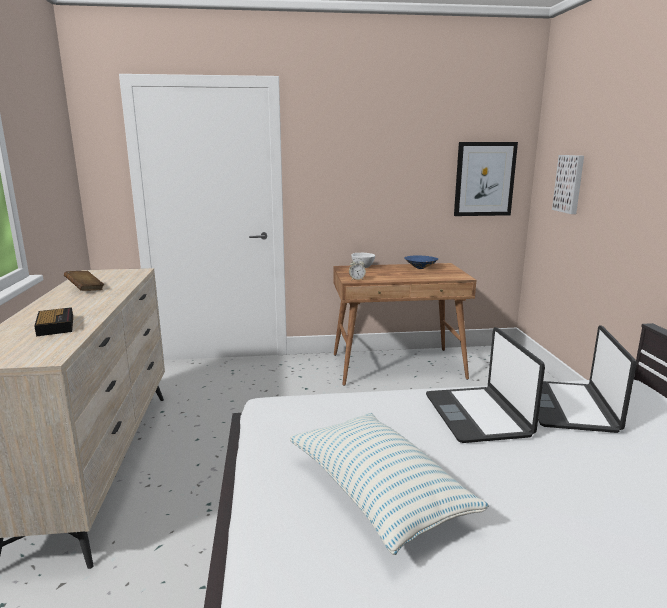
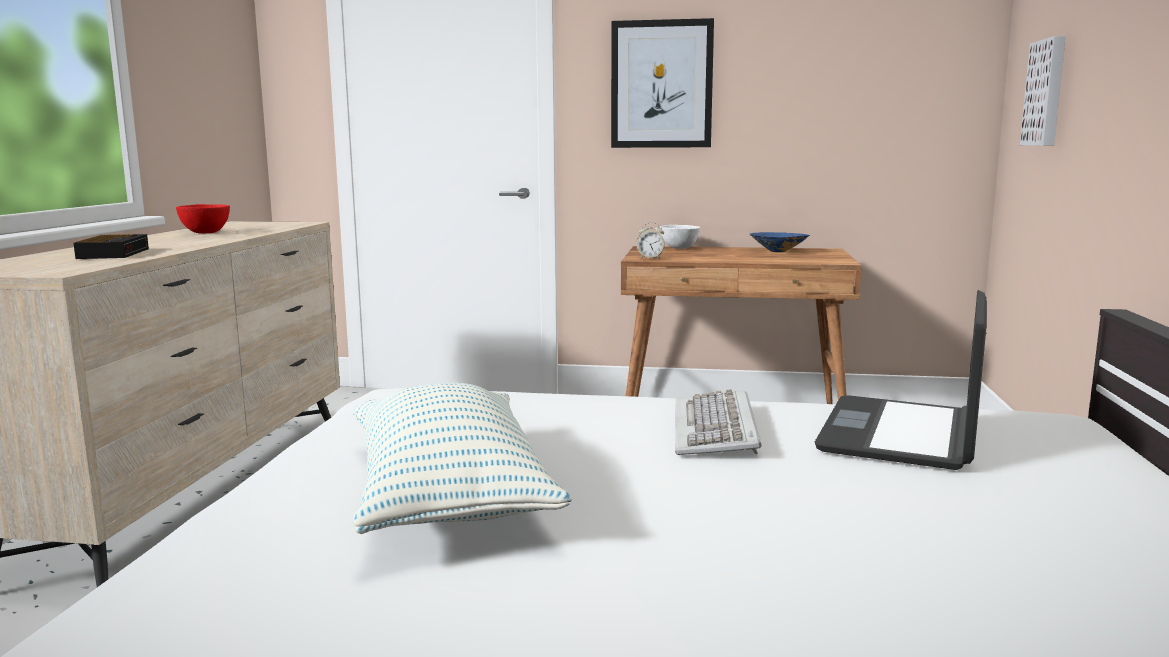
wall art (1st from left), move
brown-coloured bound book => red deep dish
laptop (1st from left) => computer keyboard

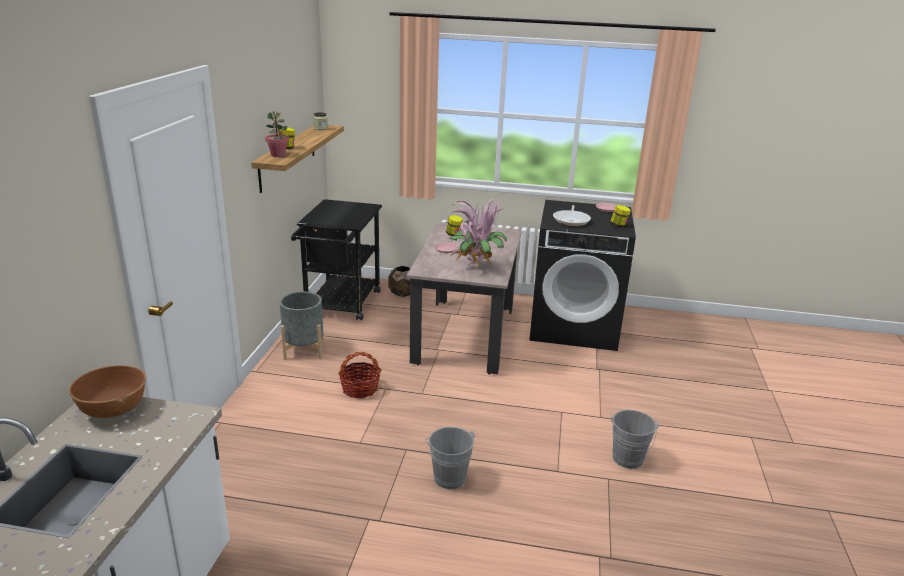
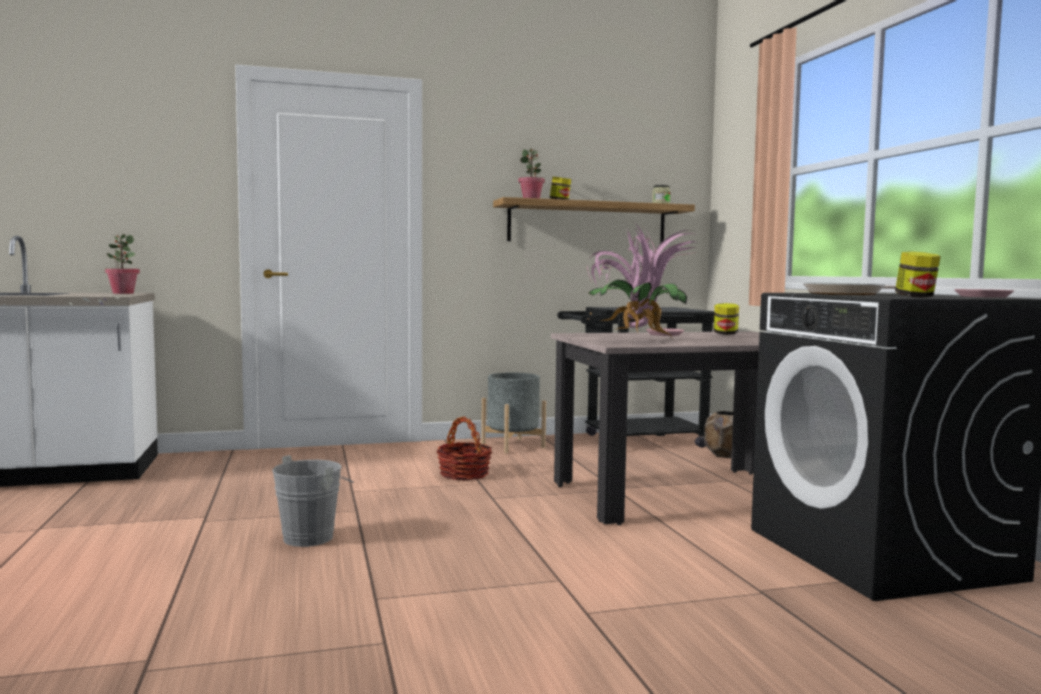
brown-coloured deep dish => potted plant (1st from left)
gray bucket (2nd from left) => nothing

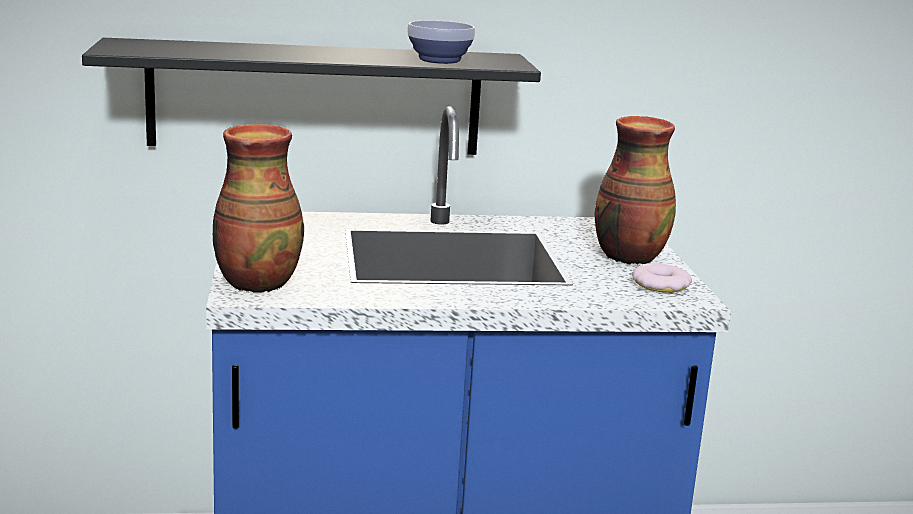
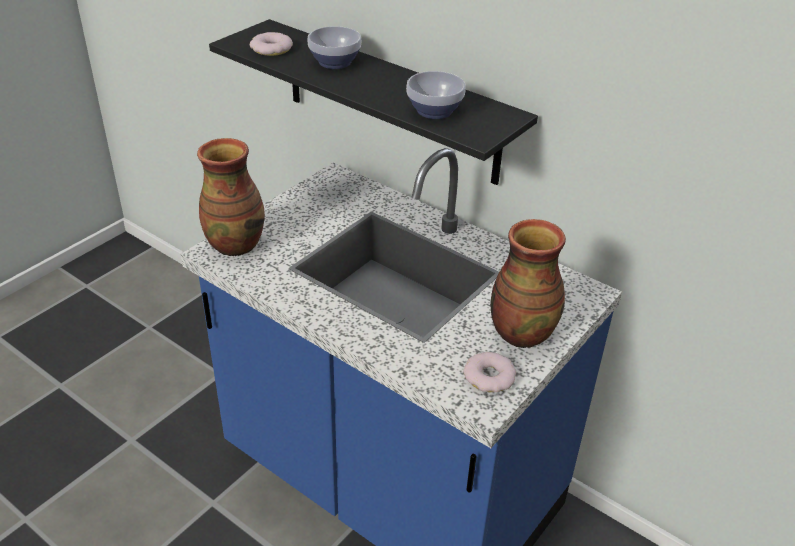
nothing => deep dish (1st from left)
nothing => donut (1st from left)

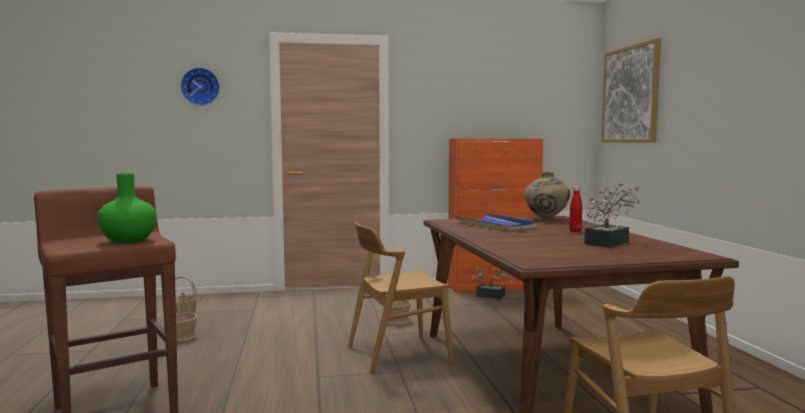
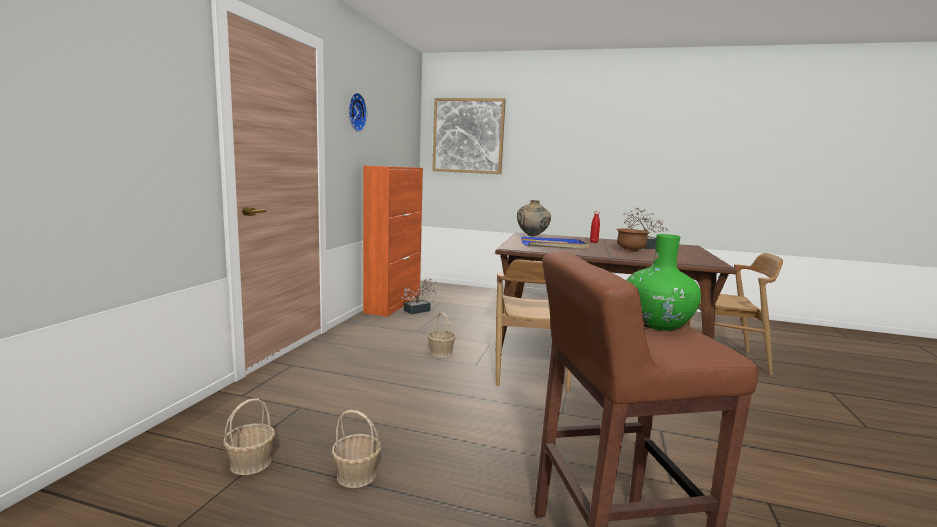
hanging clock, move
nothing => brown-coloured deep dish

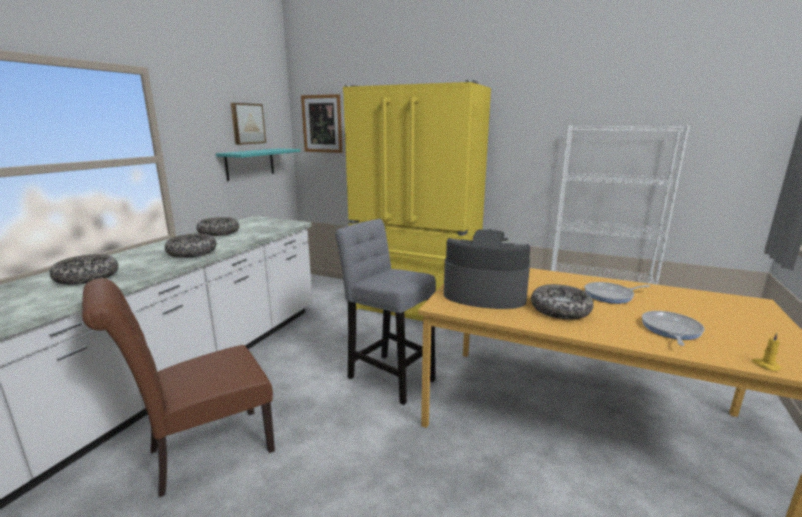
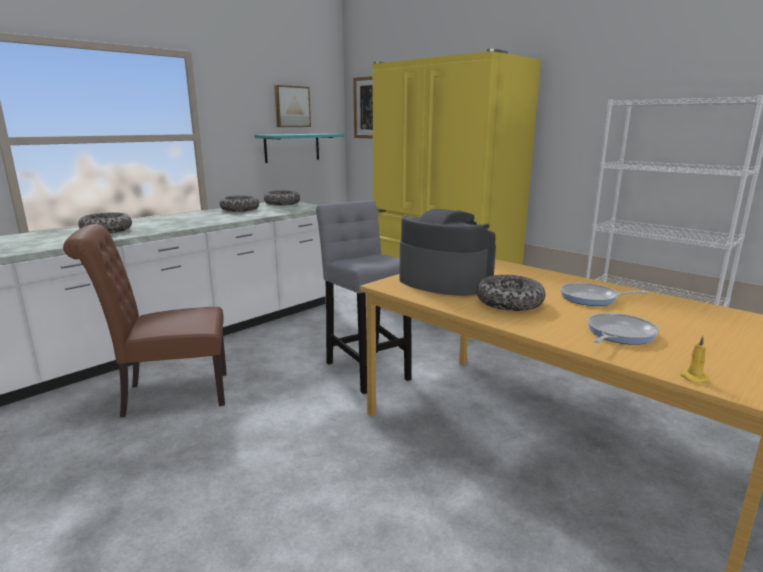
deep dish (2nd from left in the first image) => deep dish (3rd from left), move

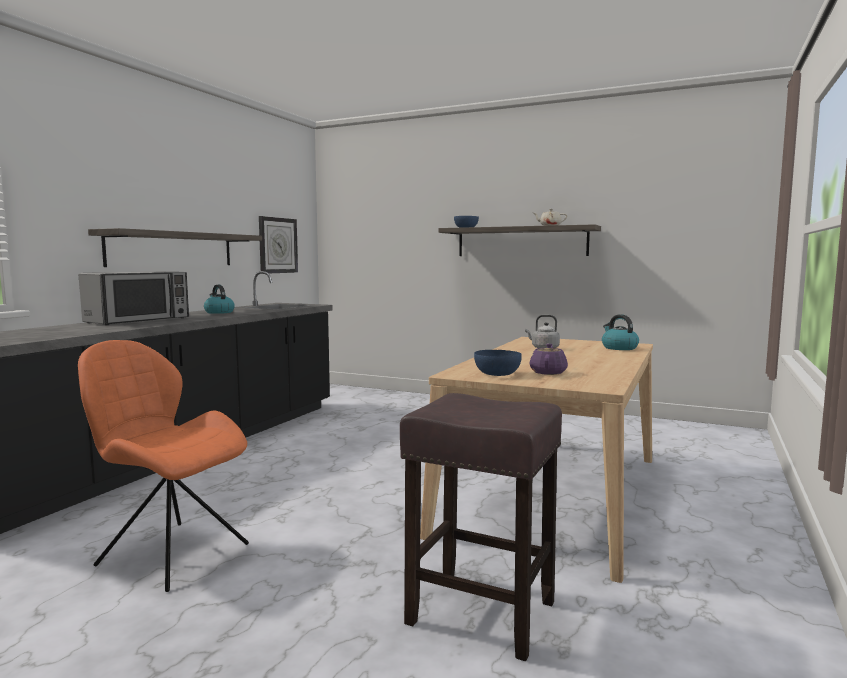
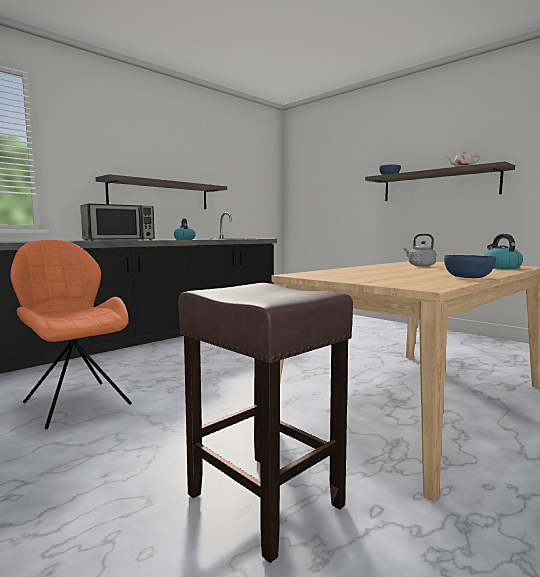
hanging clock => nothing
purplish pot for tea => nothing
blue deep dish (2nd from left), move

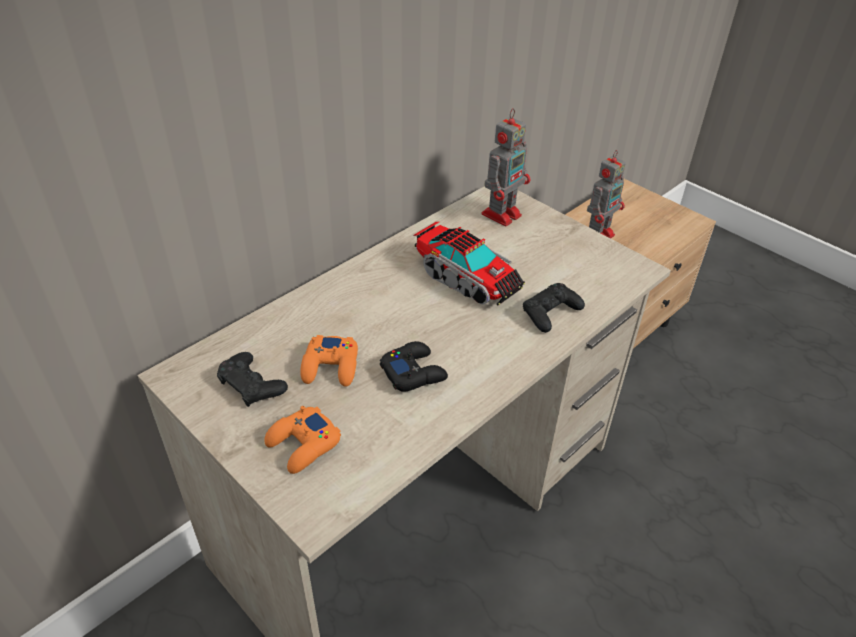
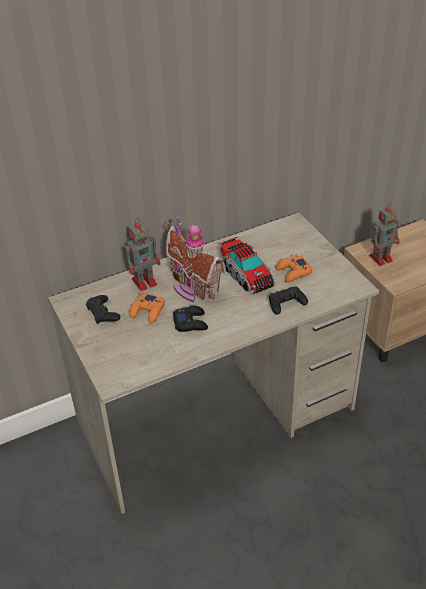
robot figure (1st from left), move
orangey gamepad (1st from left in the first image) => orangey gamepad (2nd from left), move
nothing => model house

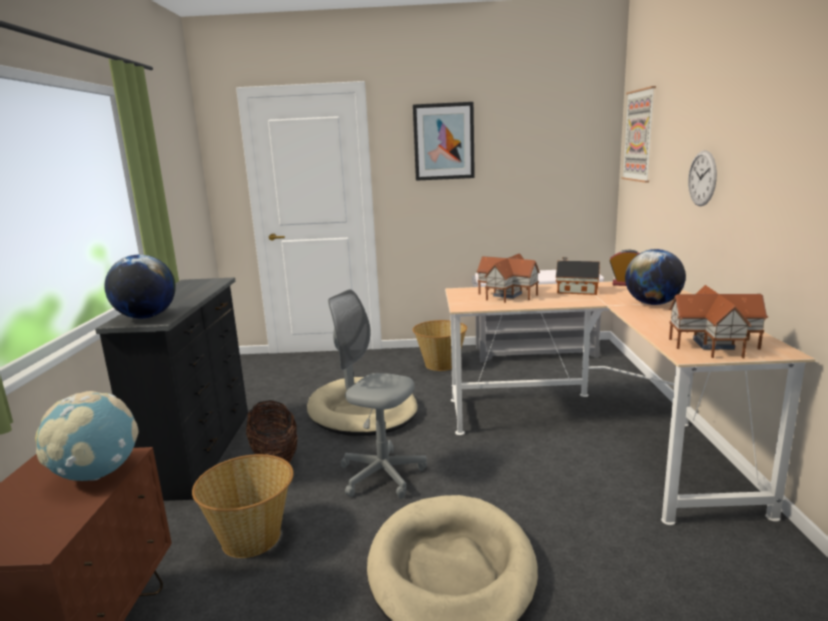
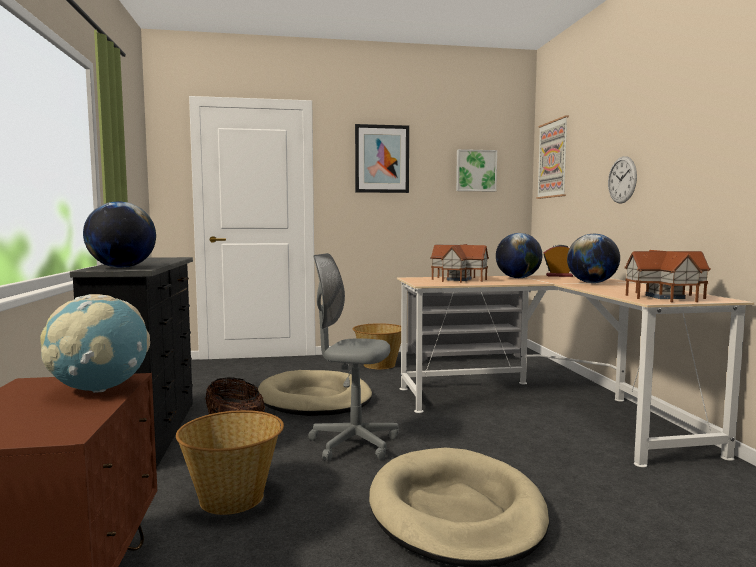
model house (2nd from left) => globe (3rd from left)
nothing => wall art (2nd from left)

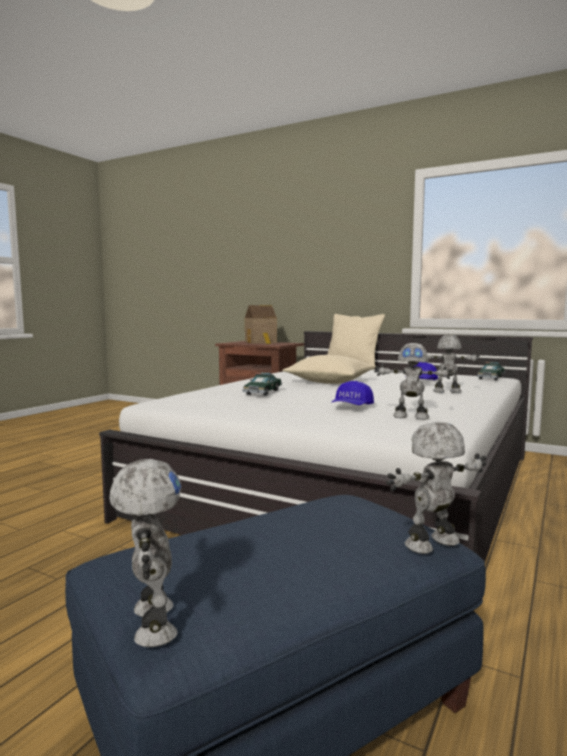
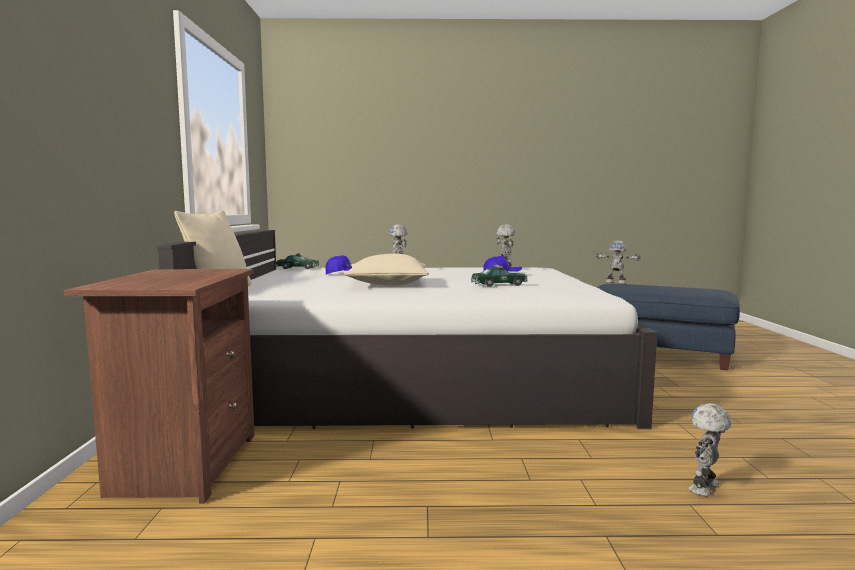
model house => nothing
robot figure (1st from left in the first image) => robot figure (4th from left), move

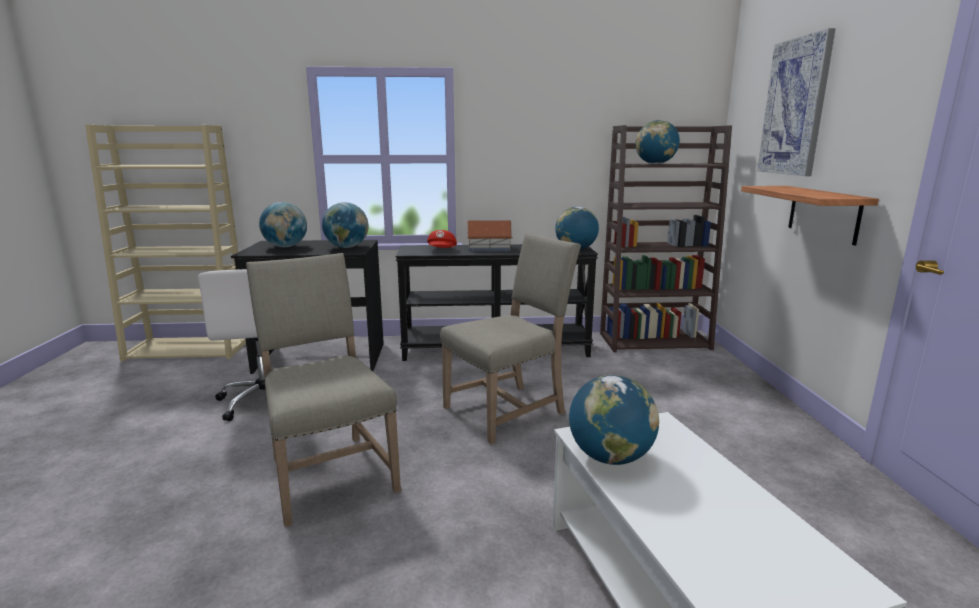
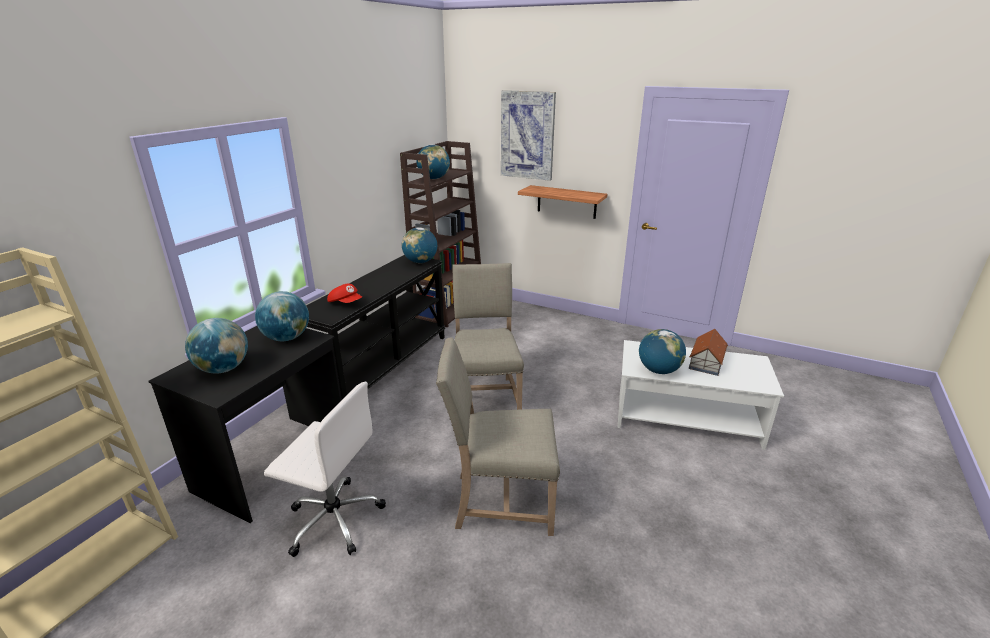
model house, move

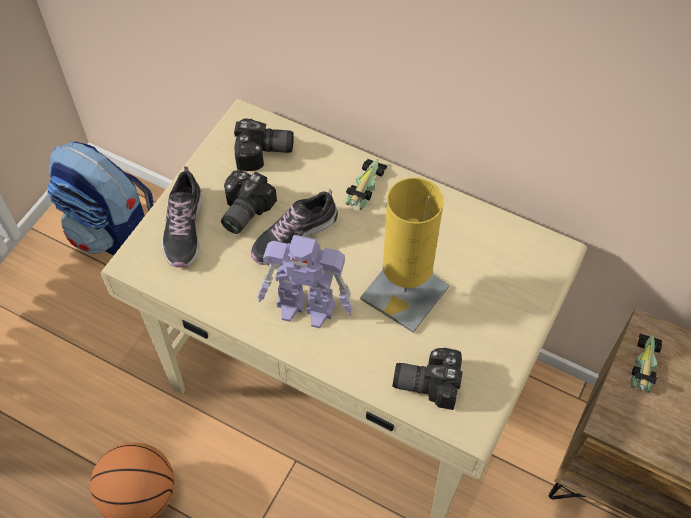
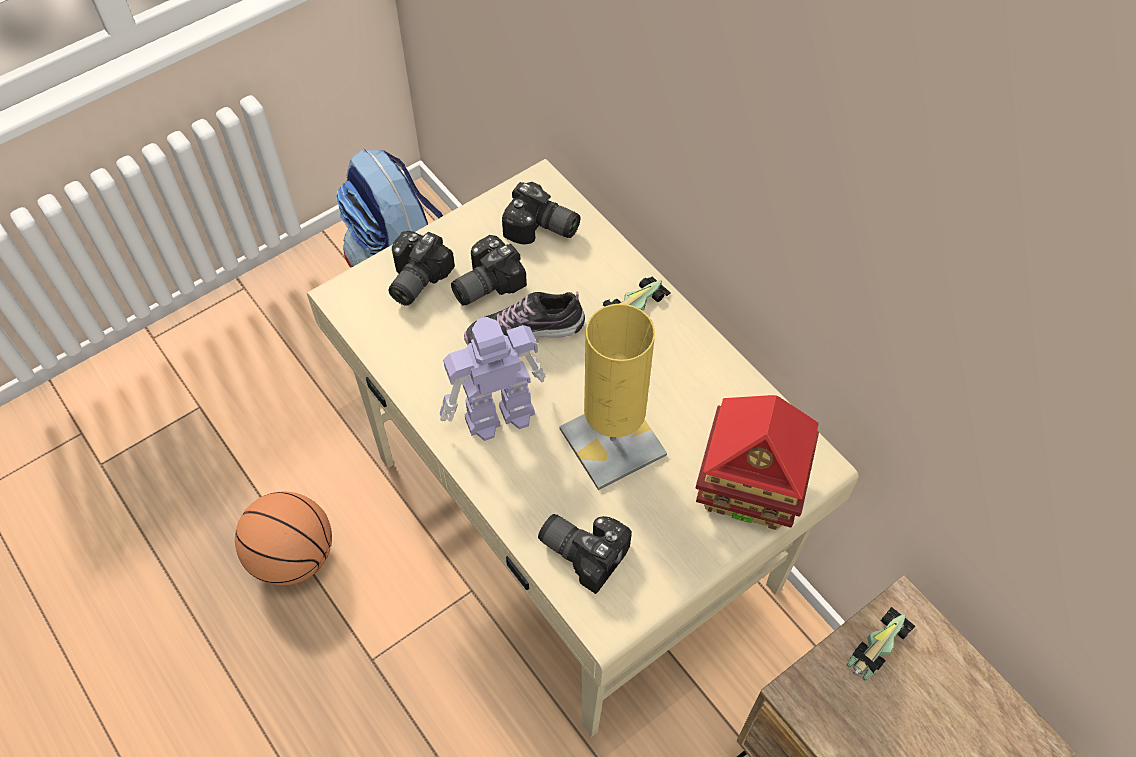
shoe (1st from left) => still camera (1st from left)
robot figure, 120 degrees clockwise
nothing => model house

